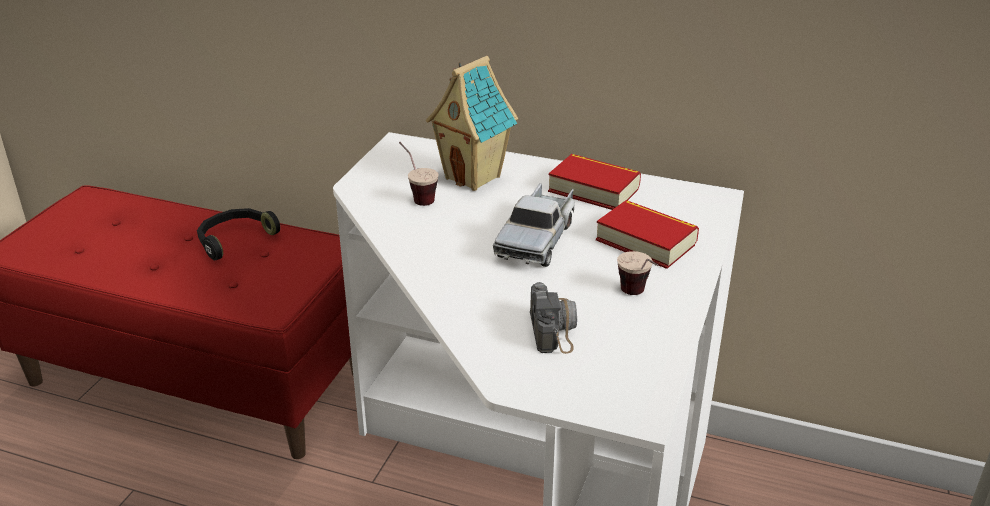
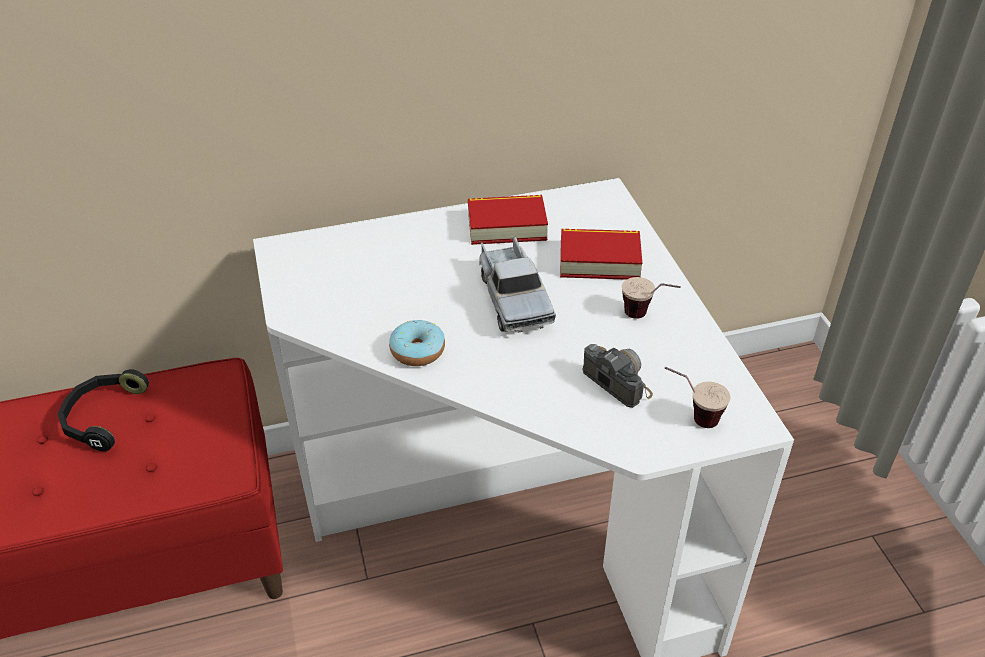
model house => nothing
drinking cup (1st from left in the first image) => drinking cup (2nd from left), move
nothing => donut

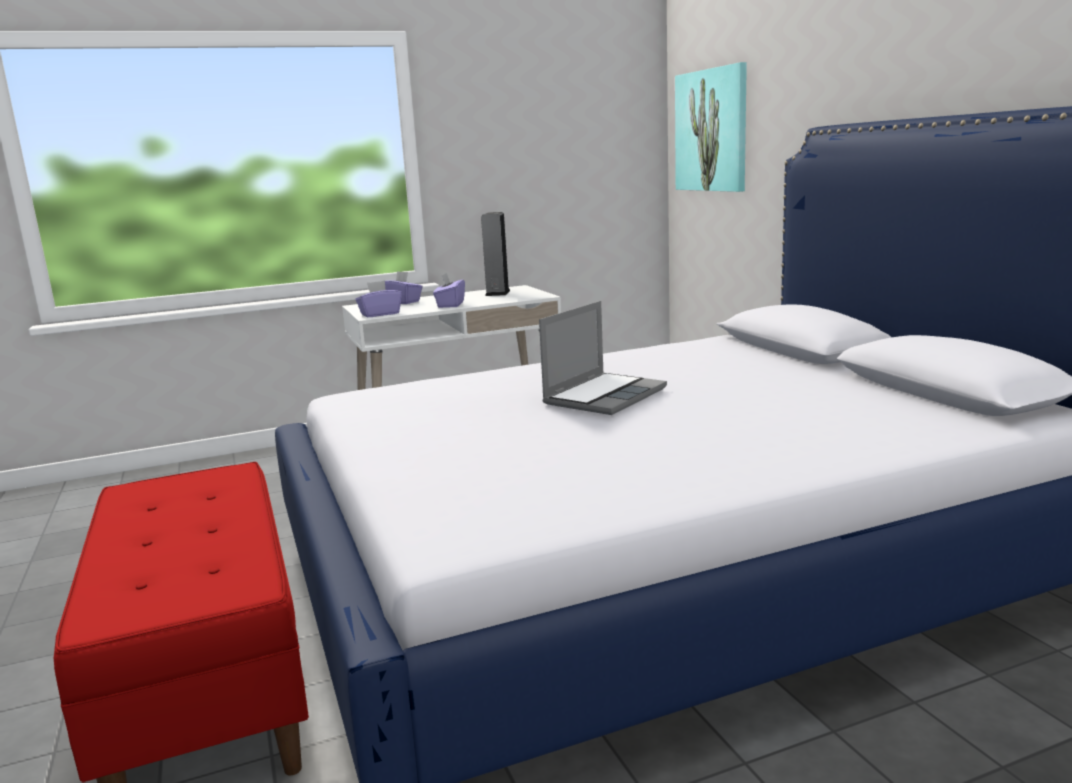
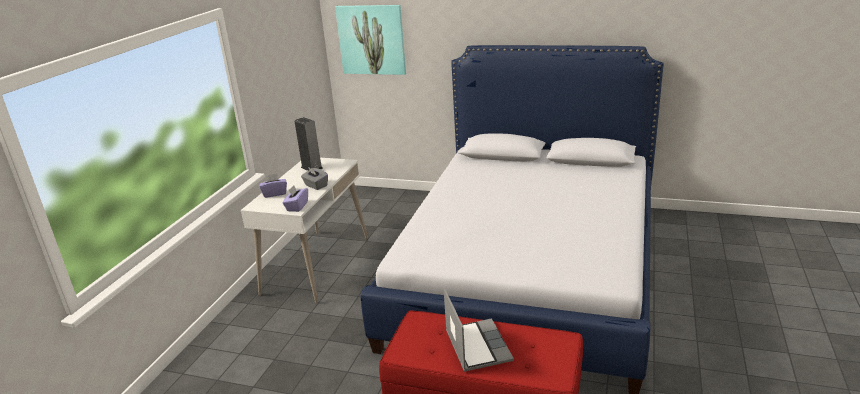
purplish box of tissues (3rd from left) => gray box of tissues
laptop, move

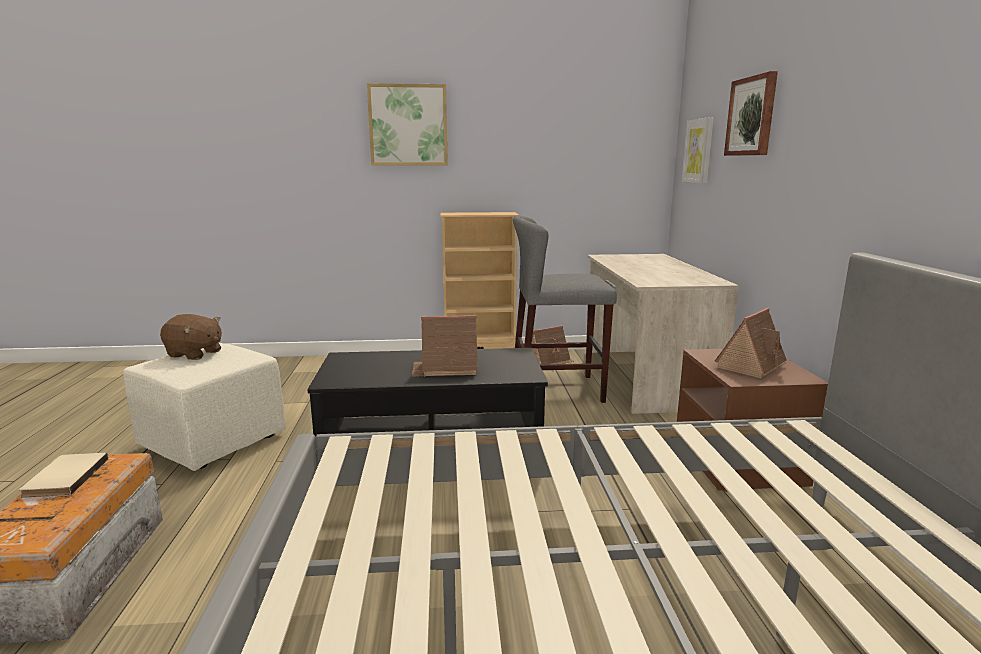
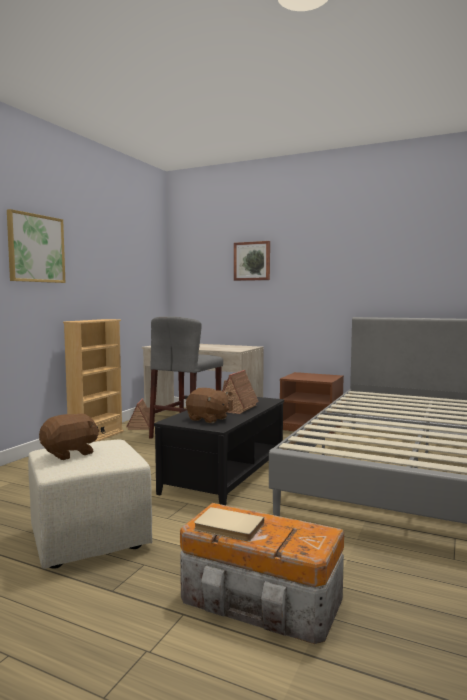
wall art (2nd from left) => nothing
model house (3rd from left) => nothing
nothing => brown-coloured cuddly toy (2nd from left)

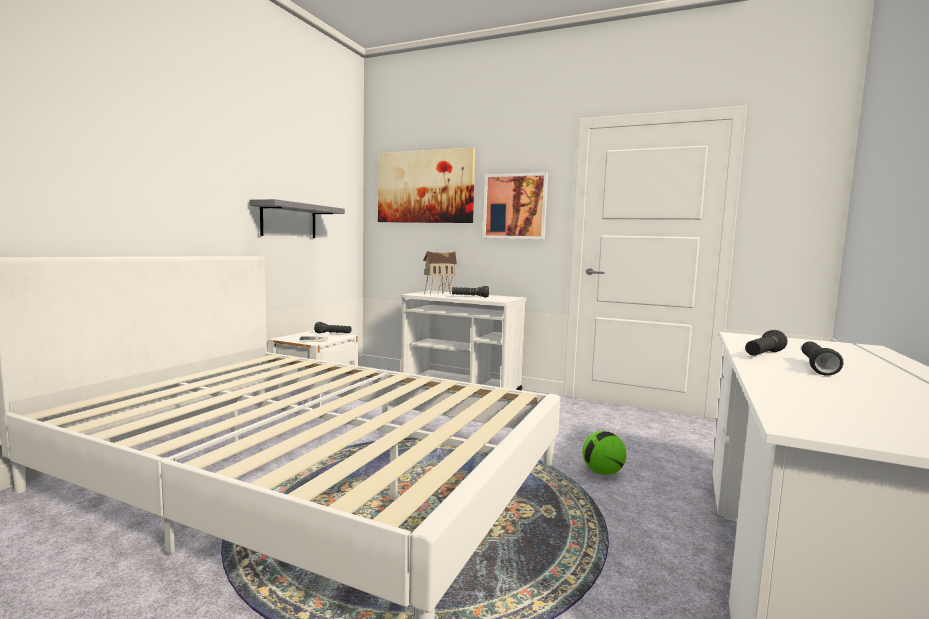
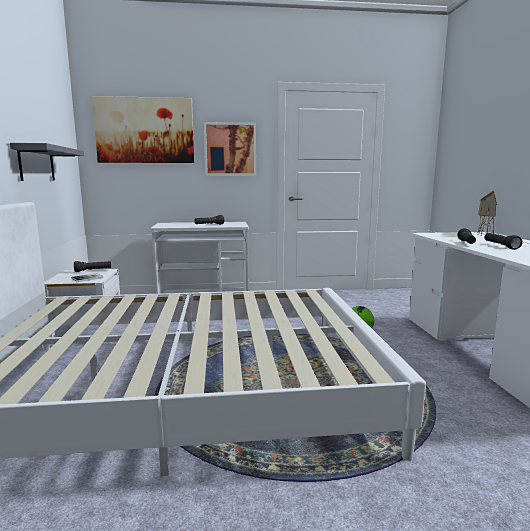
model house, move

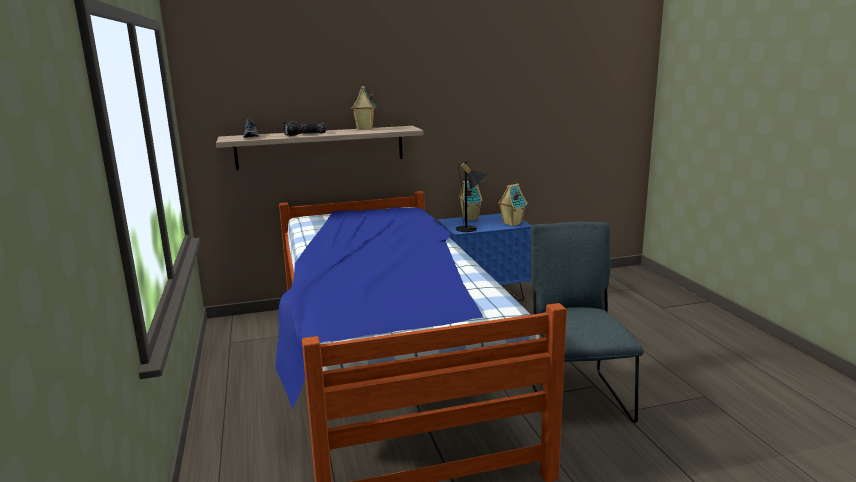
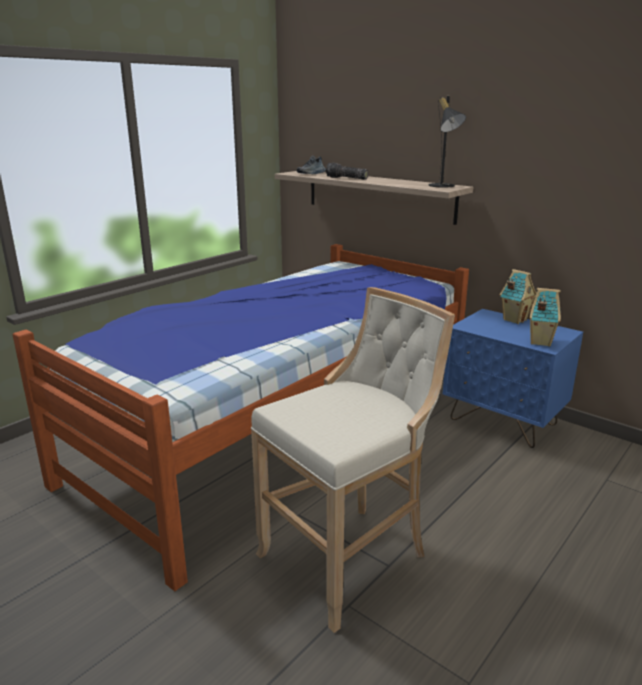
model house (1st from left) => nothing
black table lamp, move
gray chair => sand-coloured stool seat

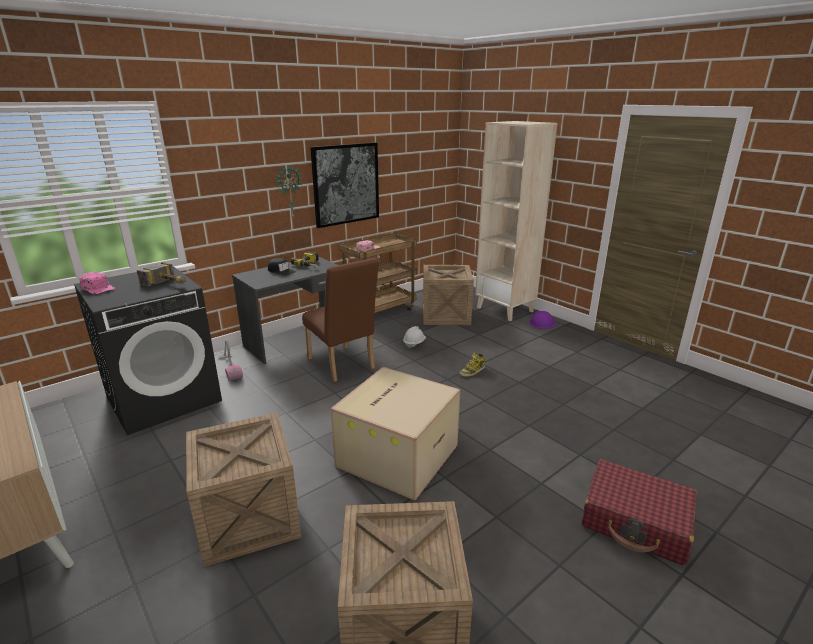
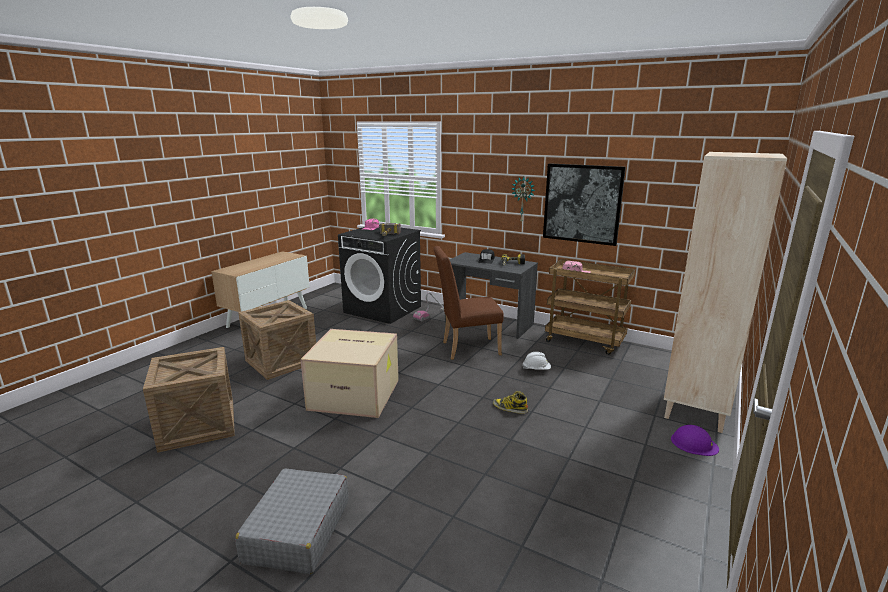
brown-coloured chair, 45 degrees clockwise
shipping crate (3rd from left) => nothing
red suitcase => gray suitcase

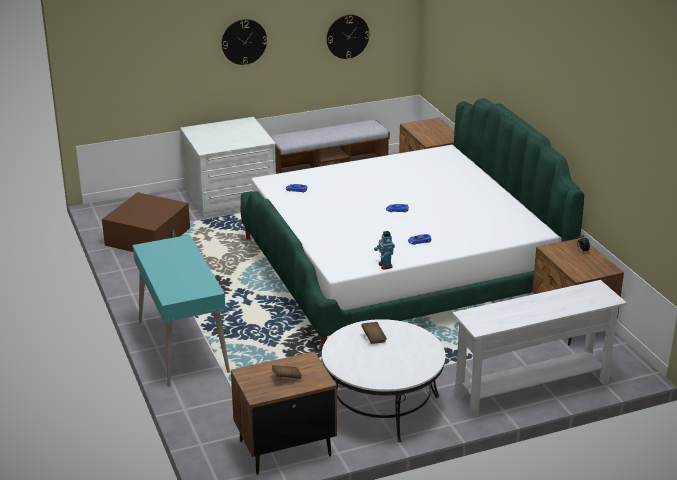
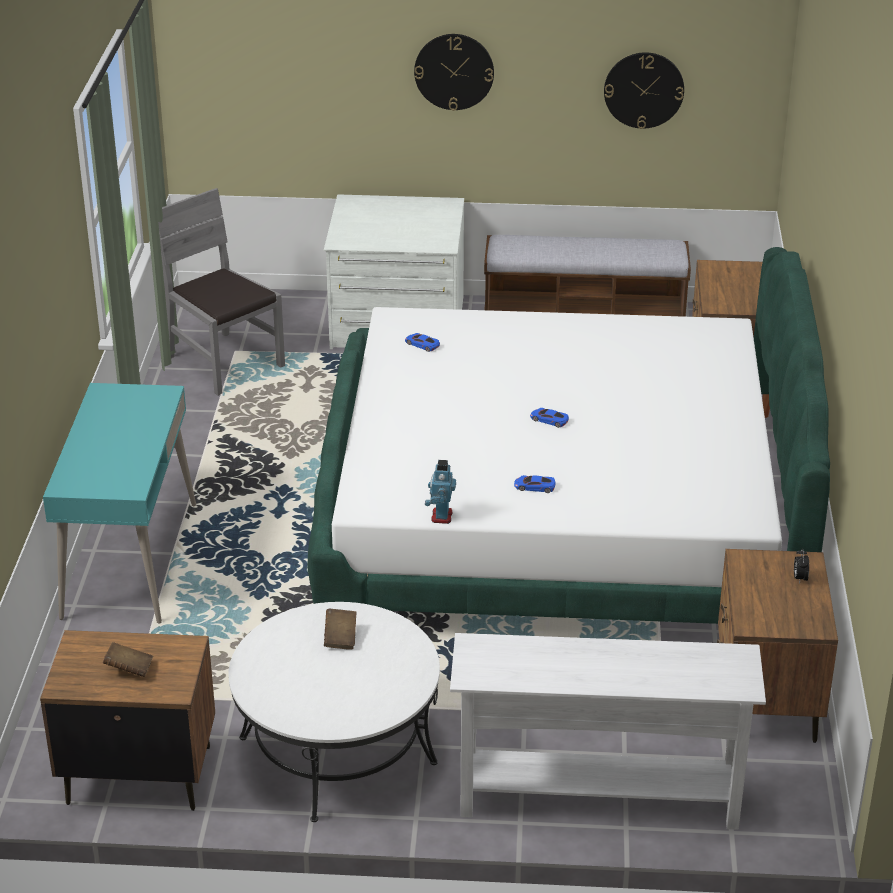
brown-coloured storage container => gray chair

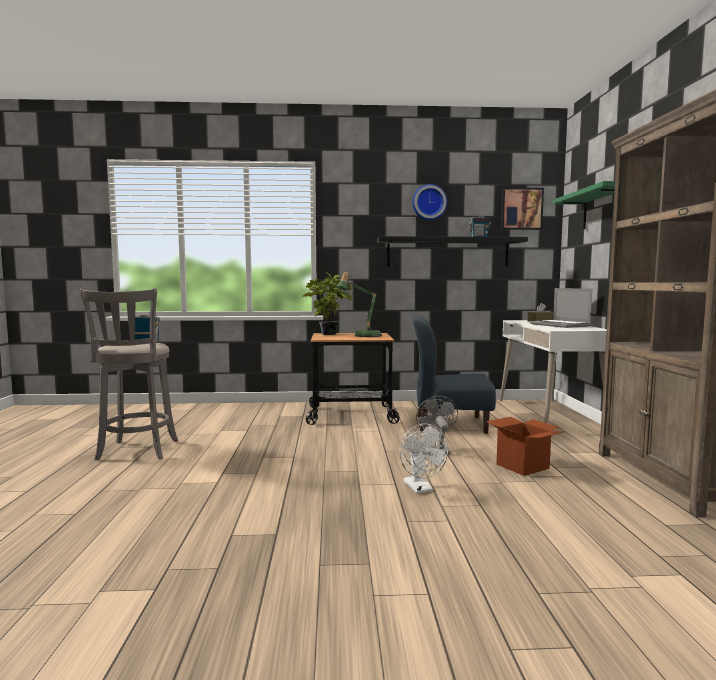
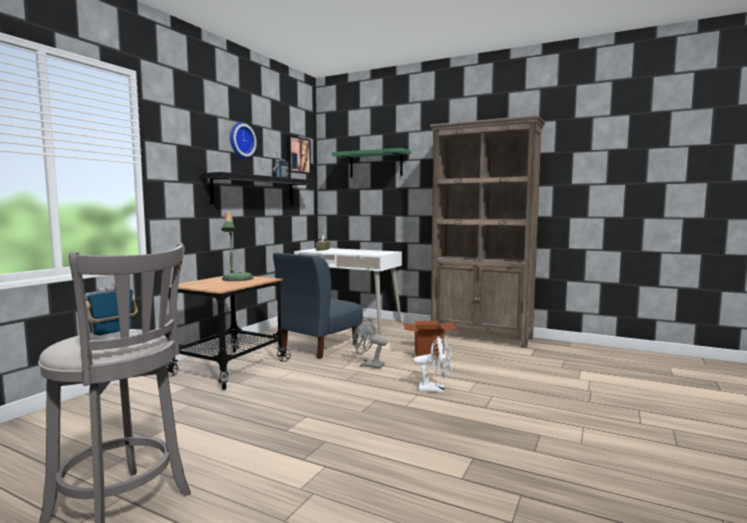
potted plant => nothing
laptop => nothing

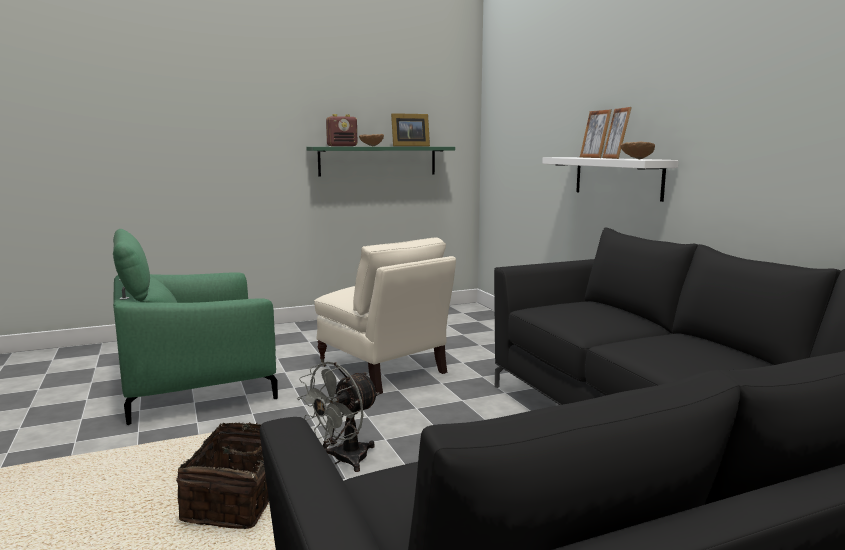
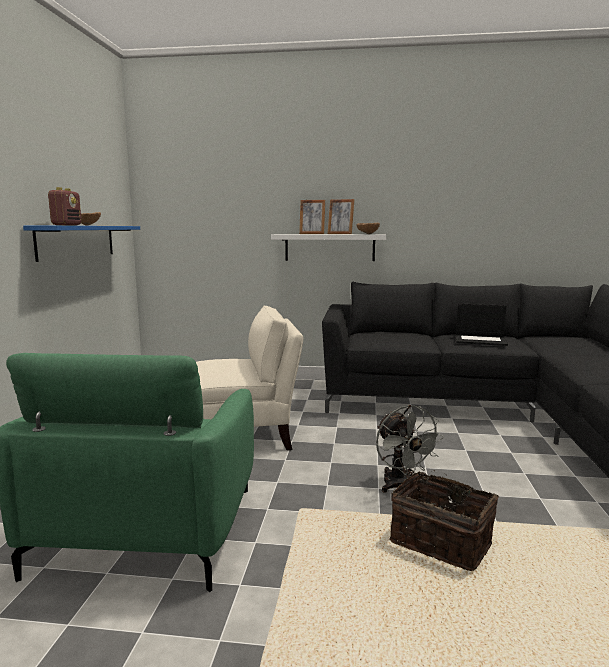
photo frame (1st from left) => nothing
green wall shelf => blue wall shelf
nothing => laptop

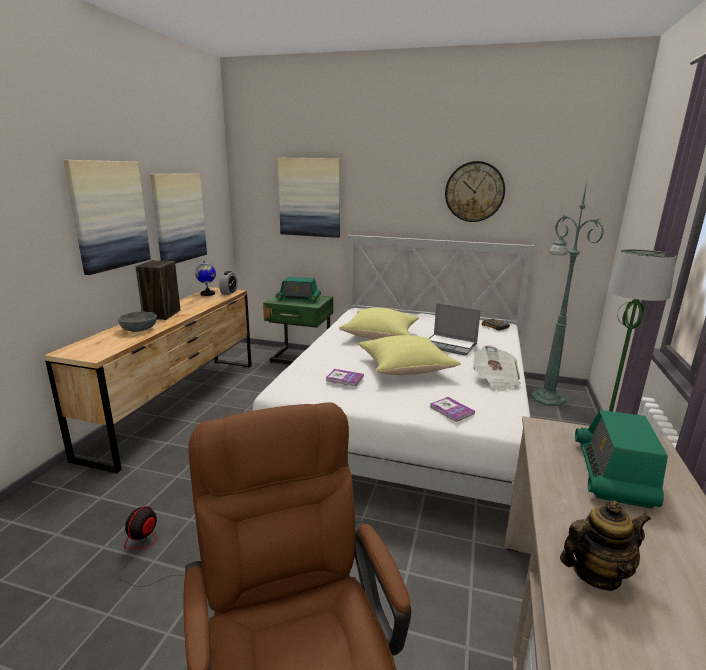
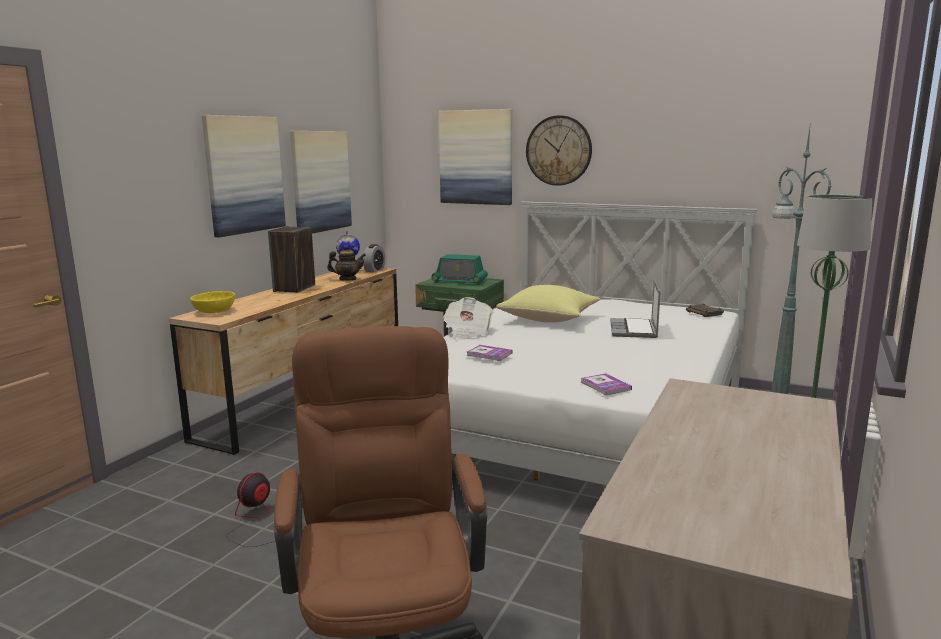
hanging clock, move
laptop, 60 degrees clockwise
gray deep dish => nothing
yellow-coloured cushion (2nd from left) => nothing
daily paper, move
radio receiver (2nd from left) => nothing
pot for tea, move
nothing => yellow-coloured deep dish

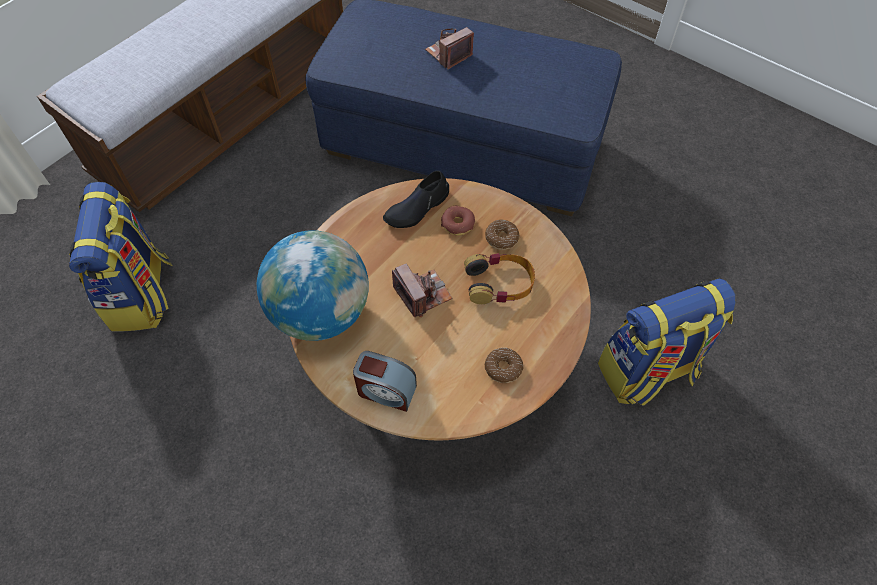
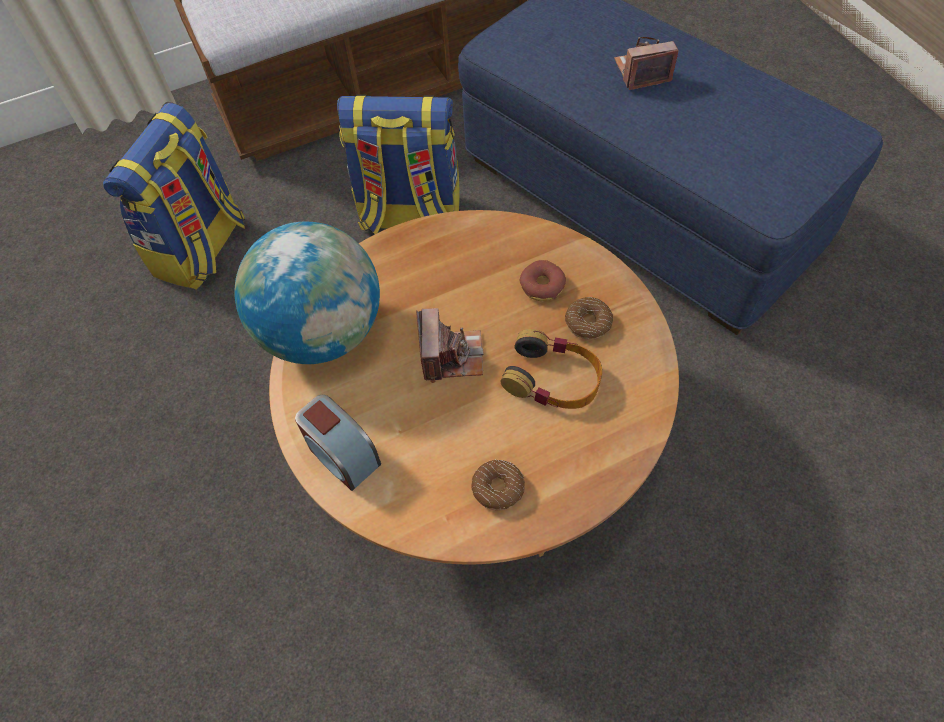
black shoe => nothing
backpack (2nd from left), move

